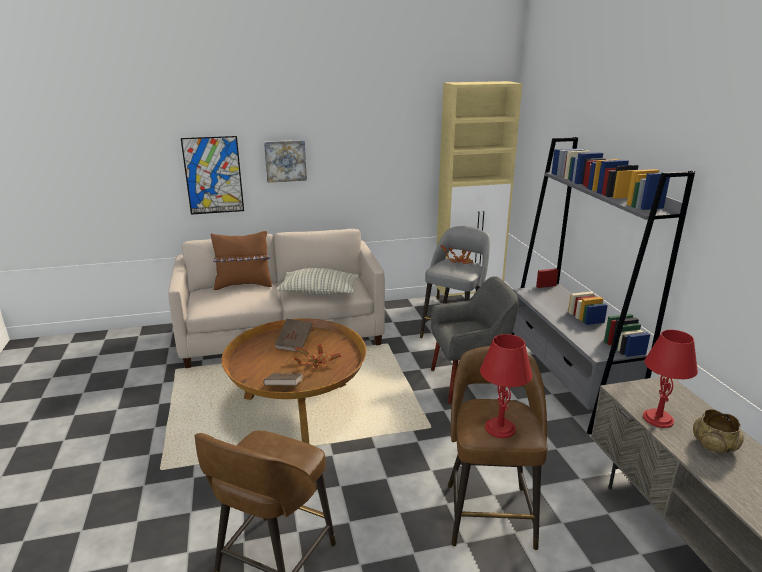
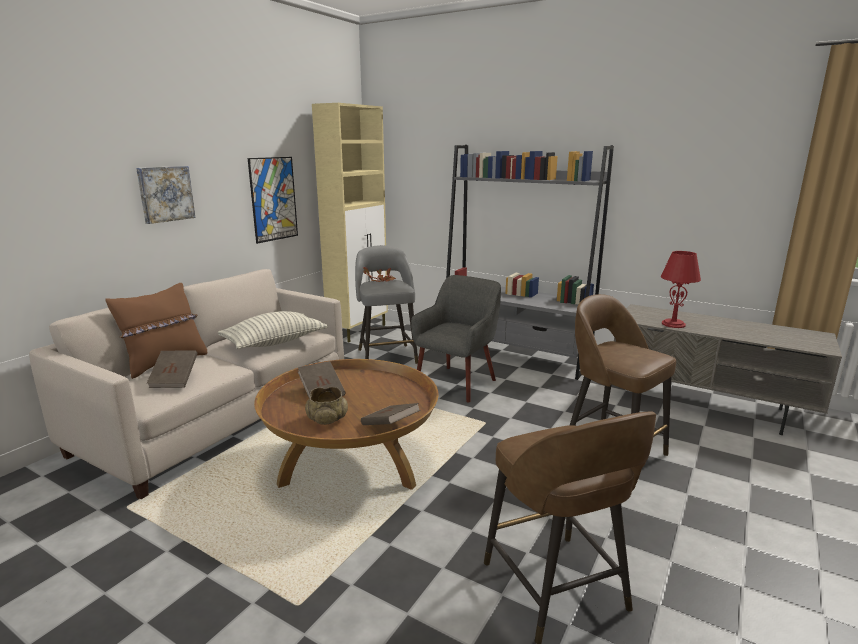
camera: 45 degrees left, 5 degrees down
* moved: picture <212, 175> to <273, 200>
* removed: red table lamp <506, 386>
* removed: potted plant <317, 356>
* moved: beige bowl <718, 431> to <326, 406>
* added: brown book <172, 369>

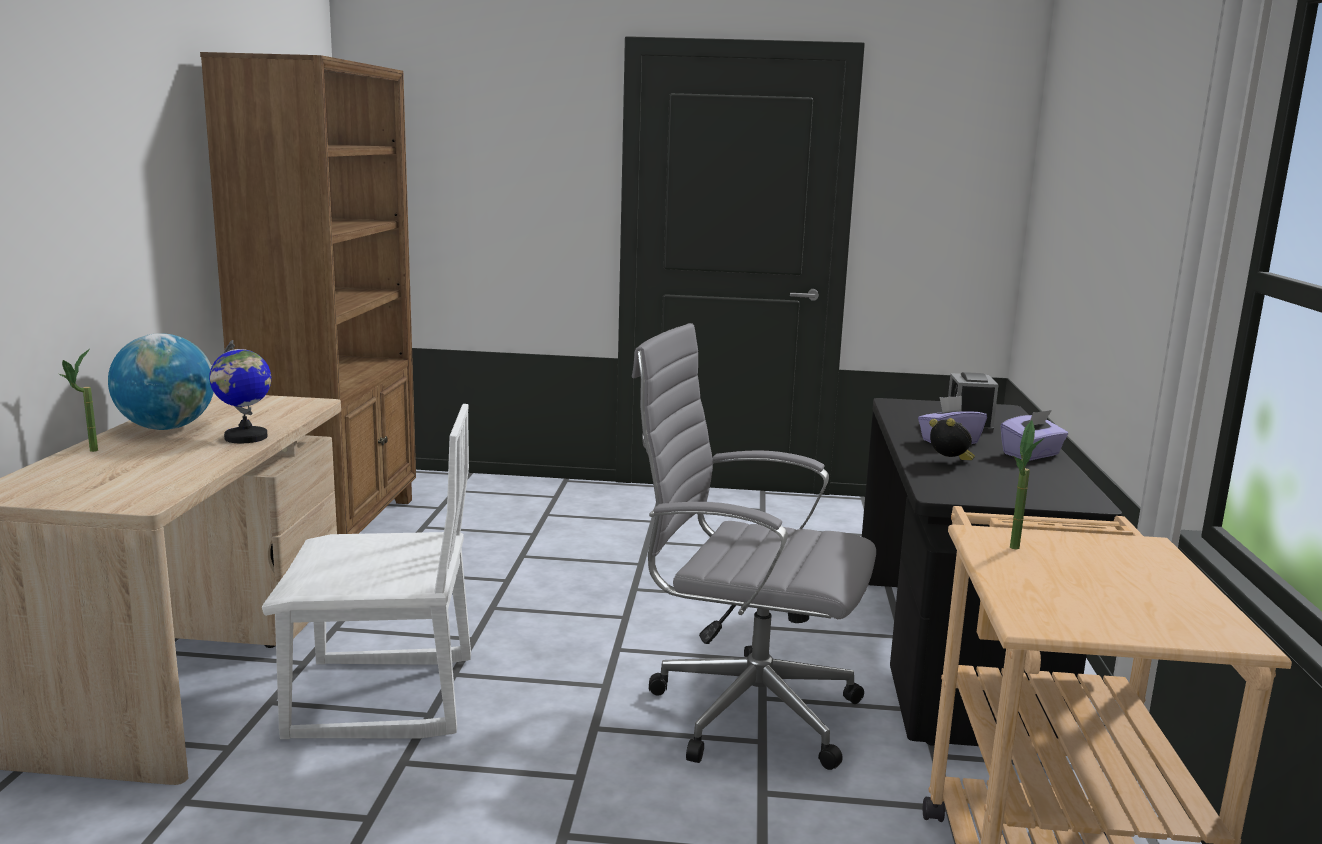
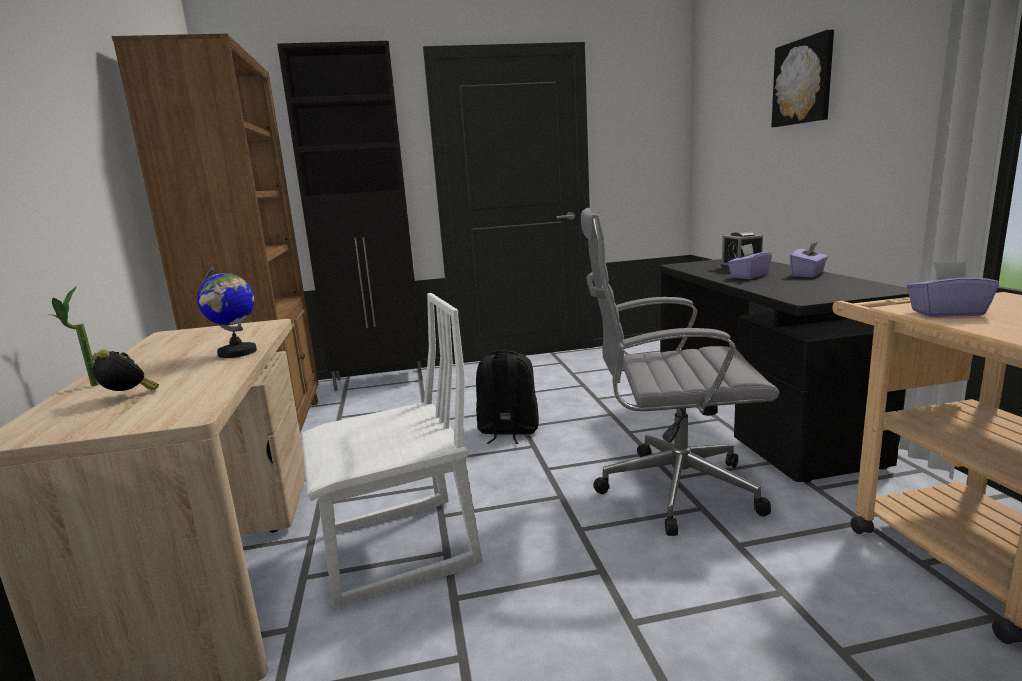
camera: 15 degrees left, 0 degrees up
* removed: globe <161, 381>
* moved: alarm clock <952, 439> to <125, 370>
* replaced: potted plant <1027, 484> to purple tissue box <953, 289>
* added: picture <802, 78>
* added: black cabinet <350, 216>
* added: black backpack <507, 397>

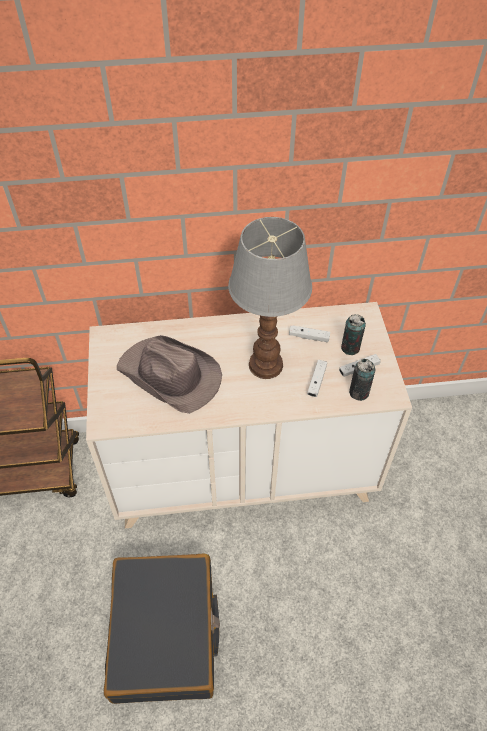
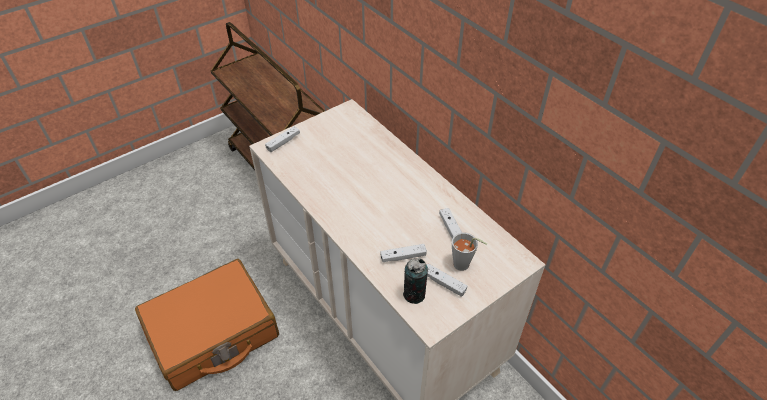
camera: 60 degrees right, 5 degrees down
* removed: table lamp <270, 298>
* replaced: can <353, 334> to grey cup <469, 252>
* removed: brown hat <169, 374>
* recoloured: black suitcase <162, 628> to orange suitcase <207, 325>
* added: white game controller <282, 139>

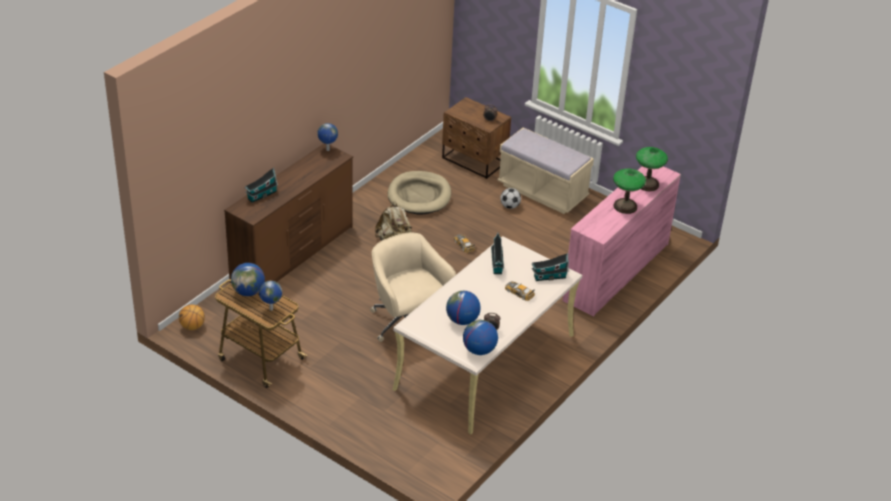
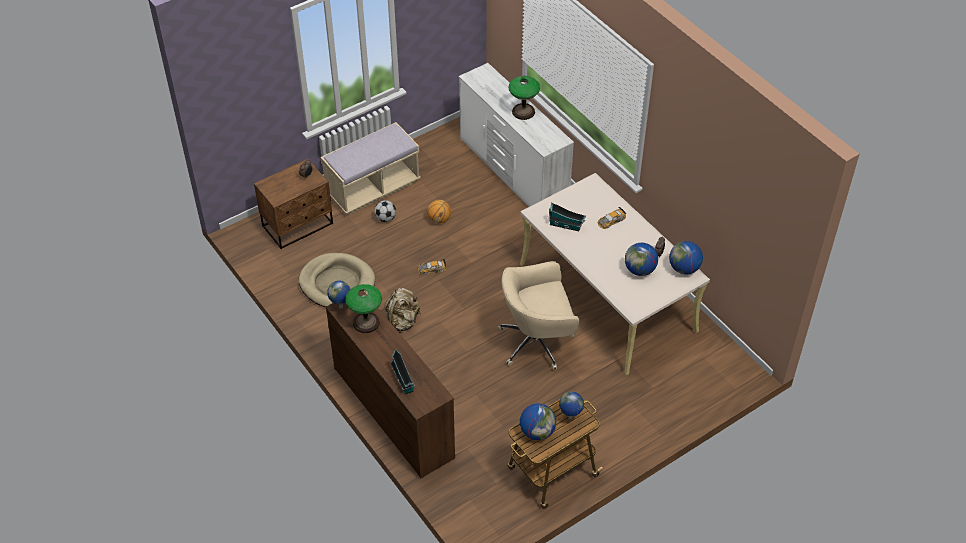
camera: 70 degrees left, 10 degrees up
* moved: table lamp <652, 169> to <364, 308>
* recoloured: pink dresser <622, 241> to white dresser <516, 135>
* removed: toy house <550, 267>
* moved: basketball <192, 317> to <439, 211>

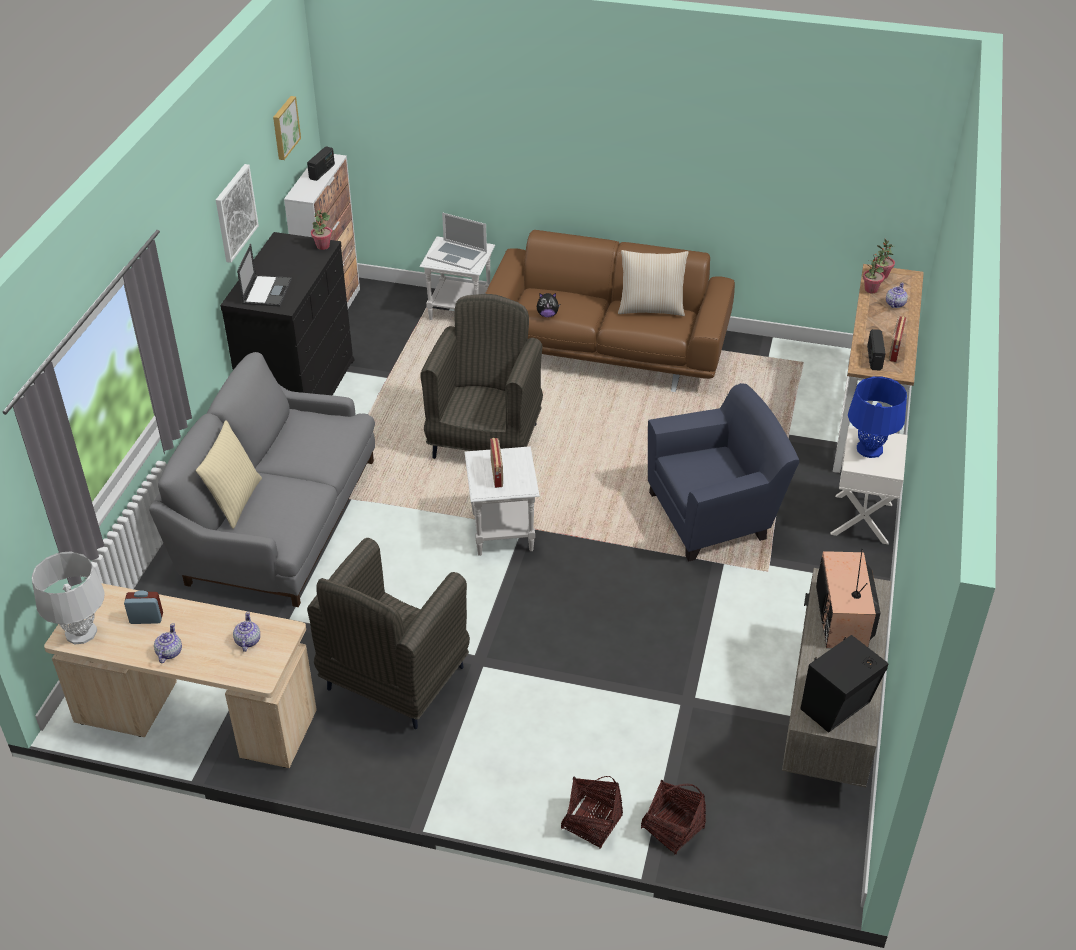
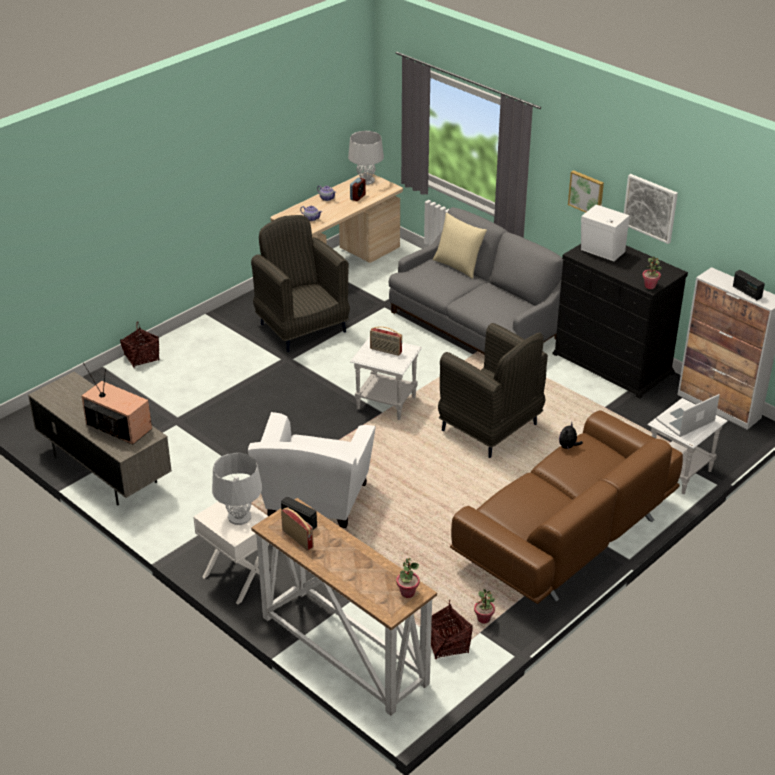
camera: 120 degrees right, 5 degrees down
* moved: picture <287, 128> to <586, 191>
* replaced: laptop <264, 275> to white speaker <605, 232>
* removed: beige pillow <653, 283>
* moved: potted plant <874, 273> to <484, 606>
* removed: teapot <897, 295>
* recoloured: blue table lamp <877, 417> to grey table lamp <237, 488>
* recoloured: blue armchair <723, 472> to white armchair <311, 470>
* removed: black speaker <844, 684>
* moved: basket <673, 817> to <452, 629>

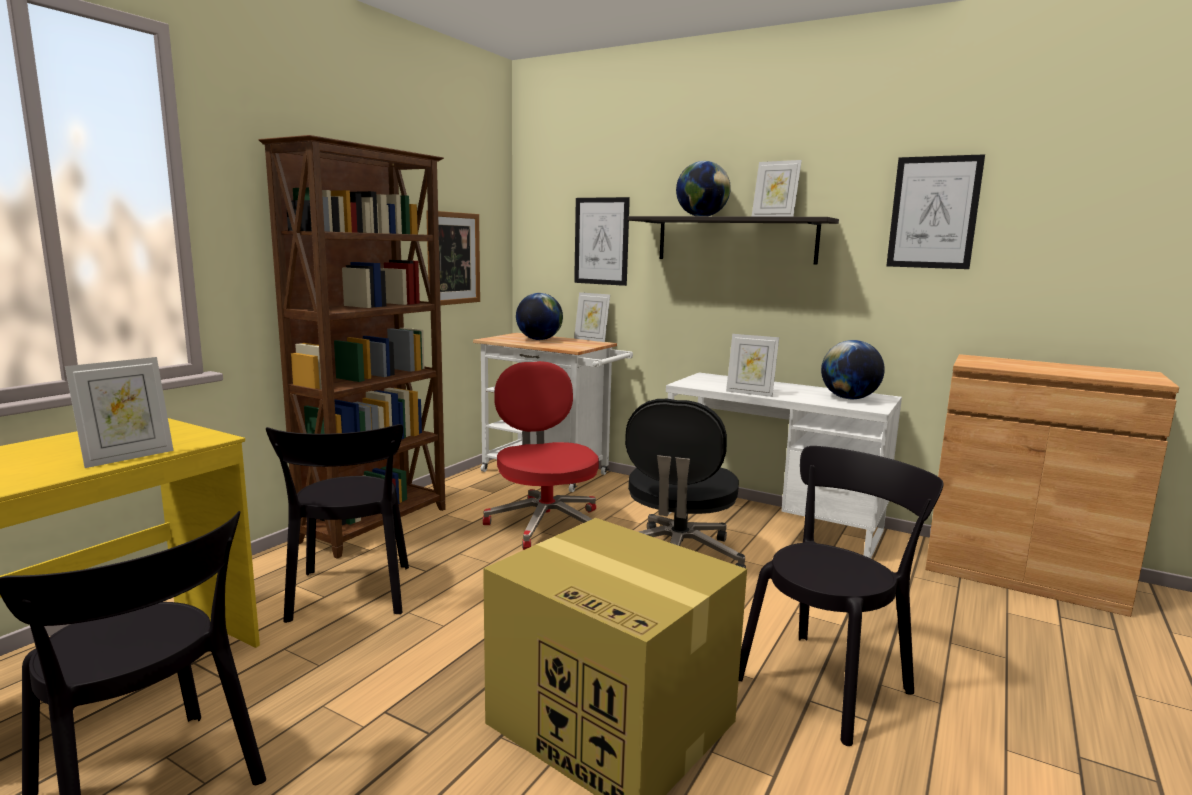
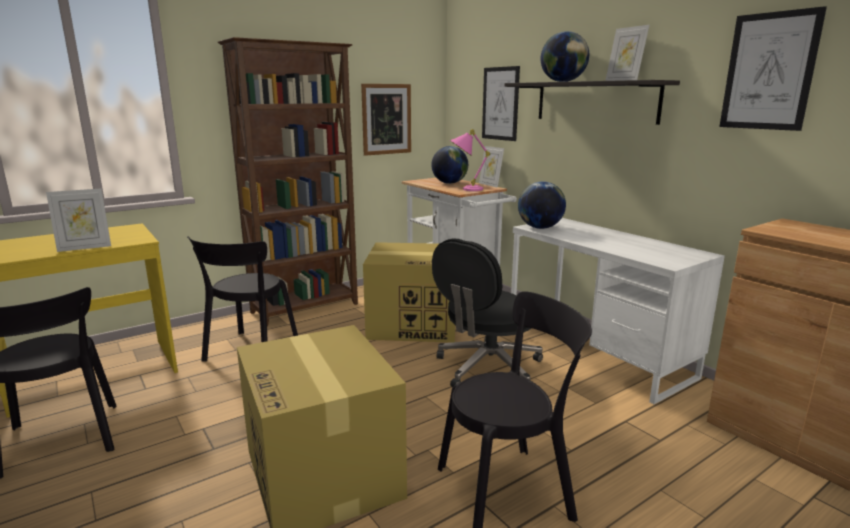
camera: 25 degrees right, 5 degrees up
* removed: picture frame <752, 365>
* moved: globe <853, 369> to <542, 205>
* replaced: red office chair <541, 455> to cardboard box <409, 292>
* added: pink table lamp <470, 160>

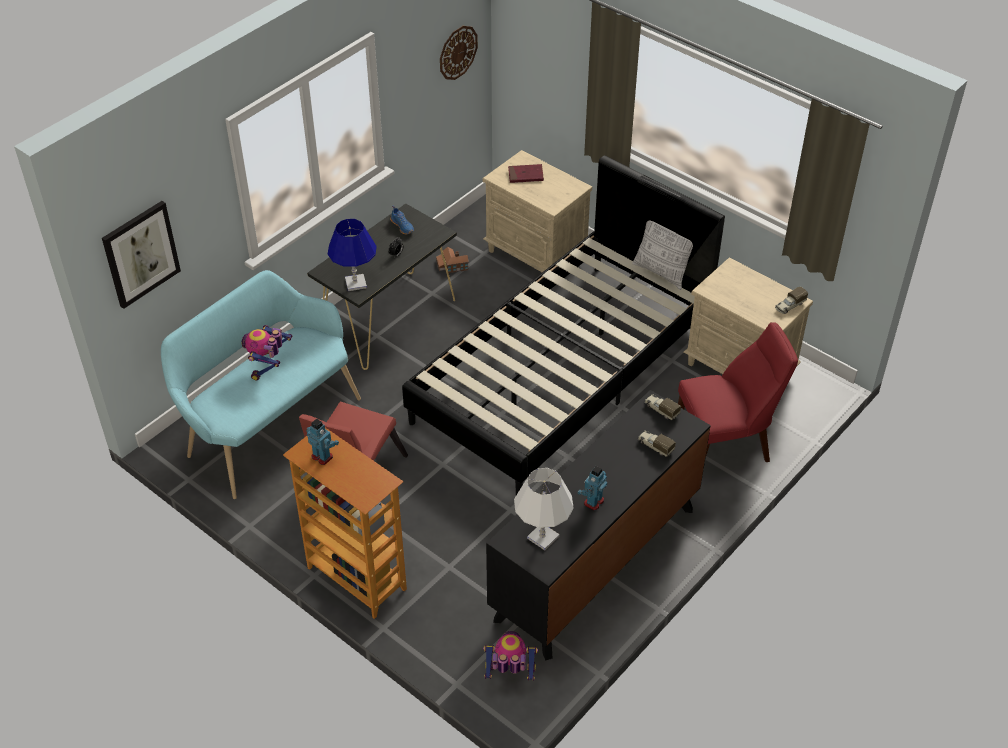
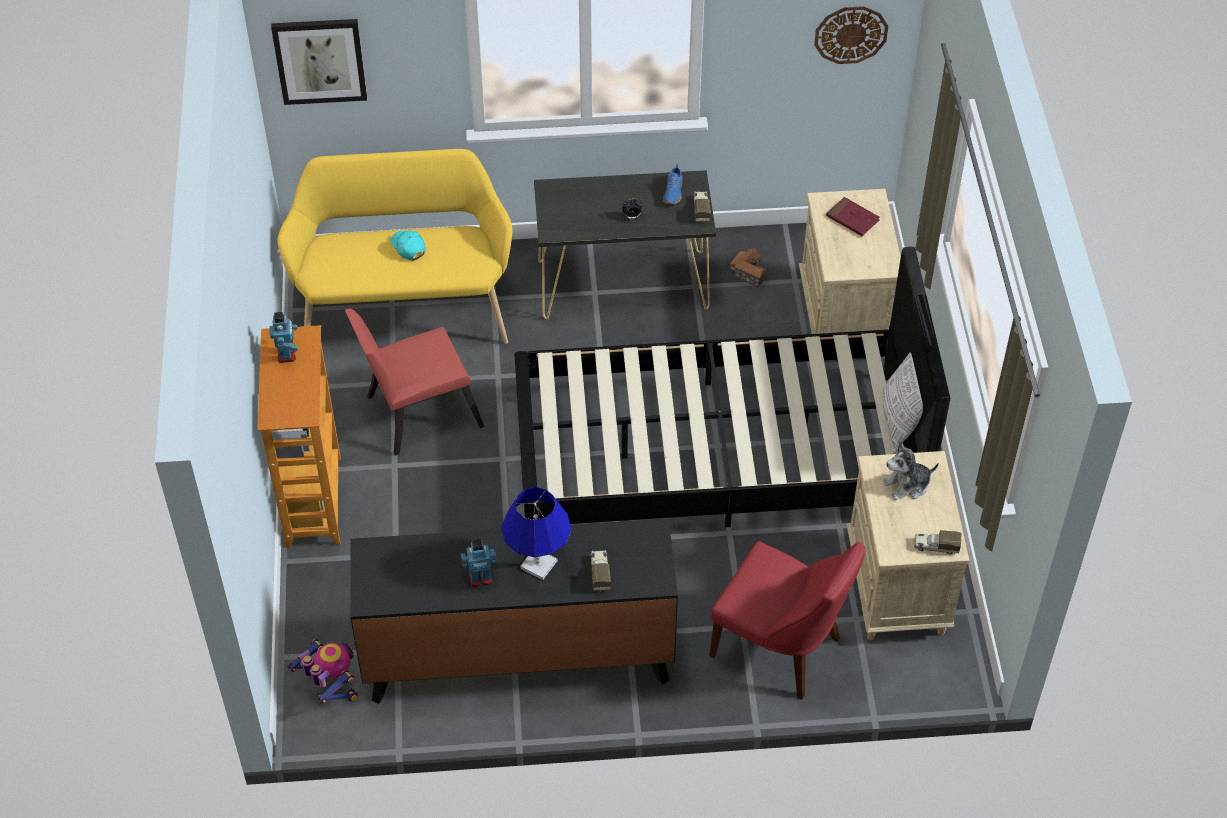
camera: 45 degrees right, 5 degrees up
* moved: blue table lamp <352, 255> to <536, 533>
* recoloured: turquoise bench <261, 384> to yellow bench <395, 246>
* replaced: toy robot <267, 352> to turquoise cap <408, 245>
* moved: toy truck <662, 407> to <701, 207>
* removed: white table lamp <544, 509>
* added: plush toy <911, 470>

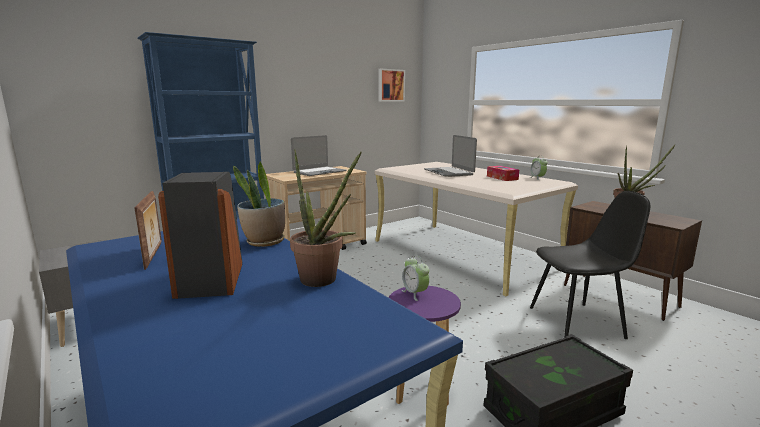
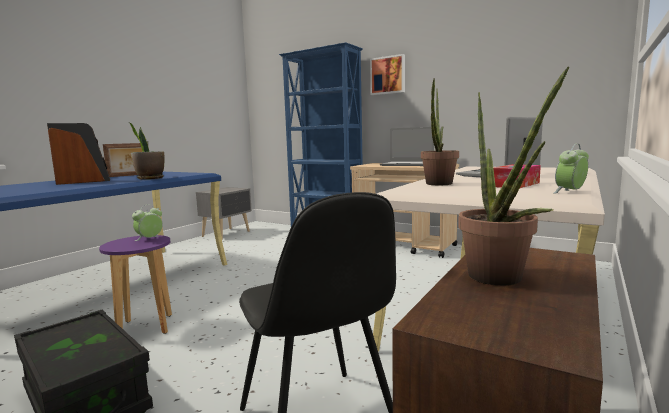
camera: 70 degrees right, 5 degrees down
* moved: picture <391, 85> to <387, 74>
* moved: potted plant <326, 218> to <440, 131>

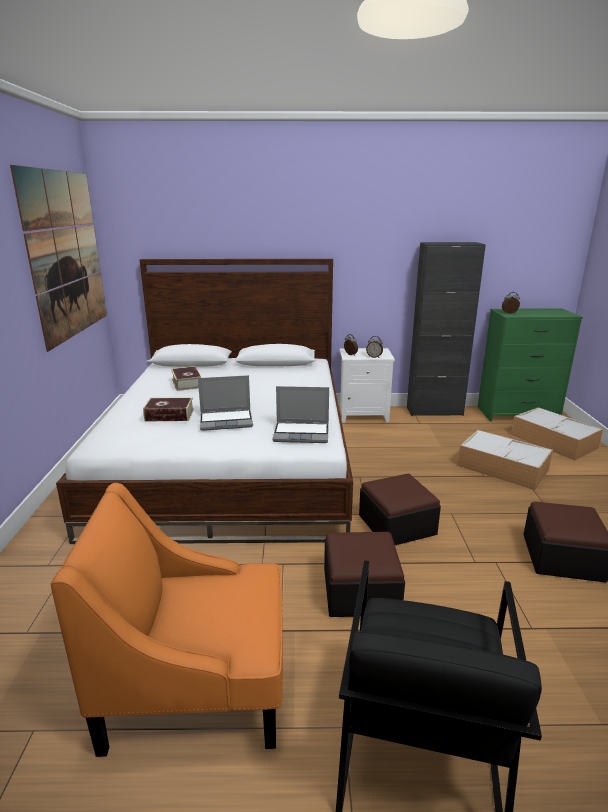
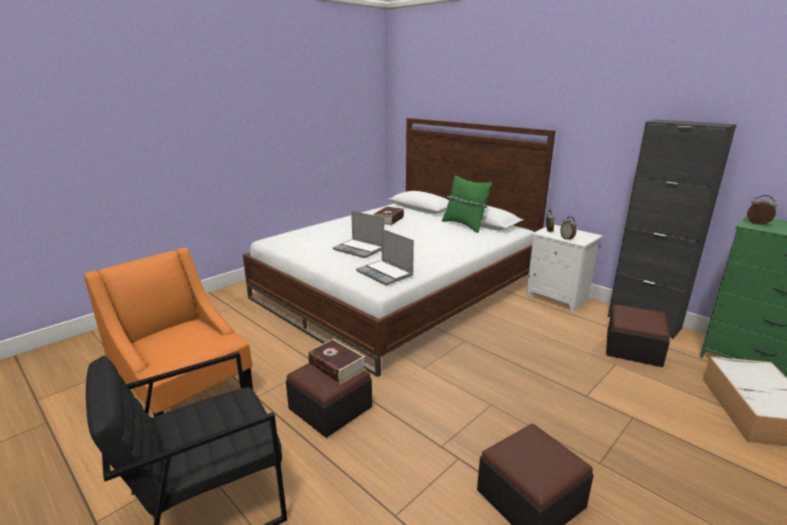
camera: 45 degrees right, 0 degrees up
* removed: picture <58, 258>
* moved: book <168, 409> to <337, 362>
* removed: storage box <505, 460>
* moved: ottoman <400, 509> to <638, 336>
* added: green pillow <467, 204>

